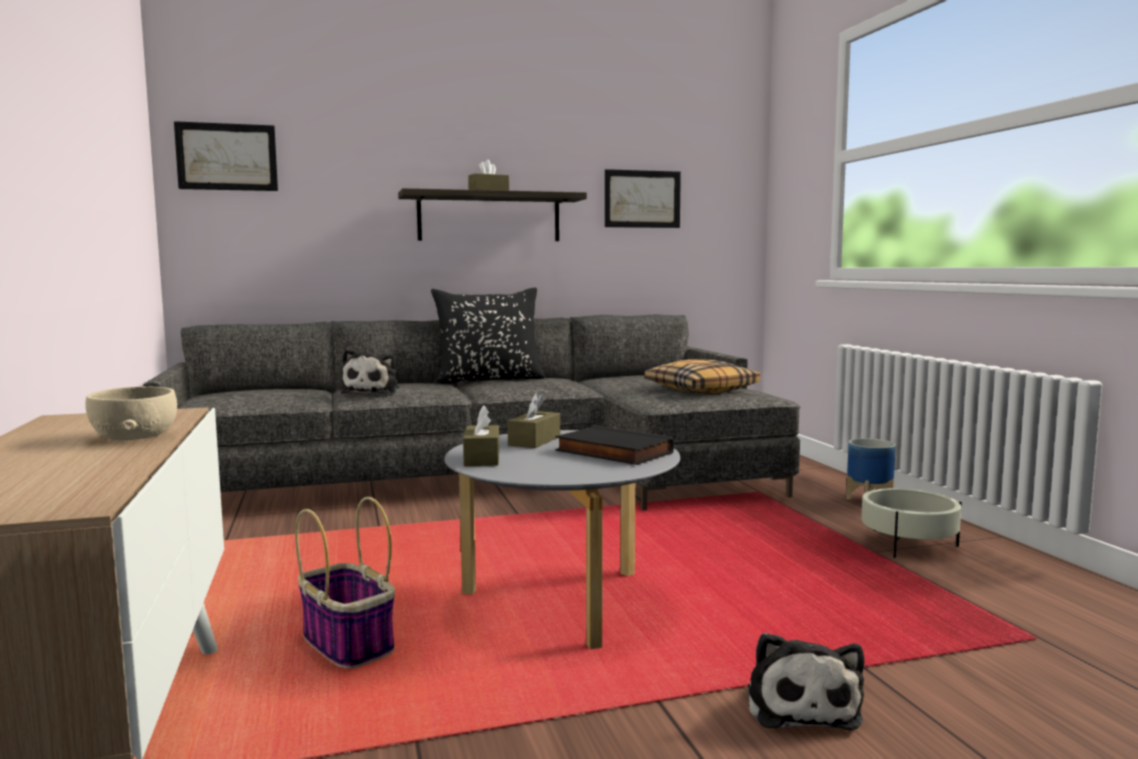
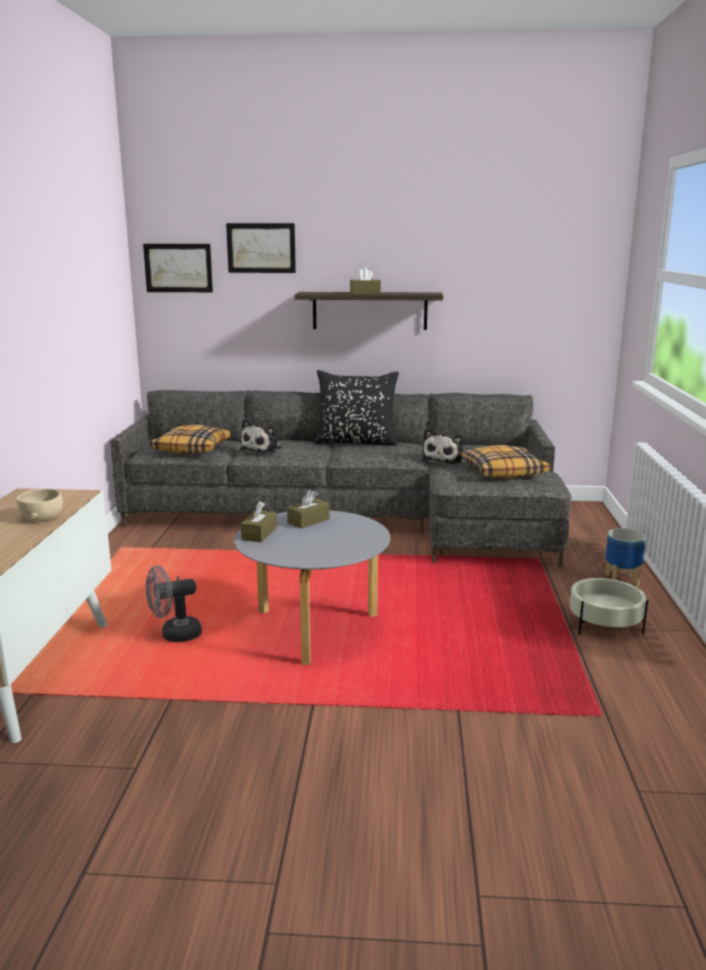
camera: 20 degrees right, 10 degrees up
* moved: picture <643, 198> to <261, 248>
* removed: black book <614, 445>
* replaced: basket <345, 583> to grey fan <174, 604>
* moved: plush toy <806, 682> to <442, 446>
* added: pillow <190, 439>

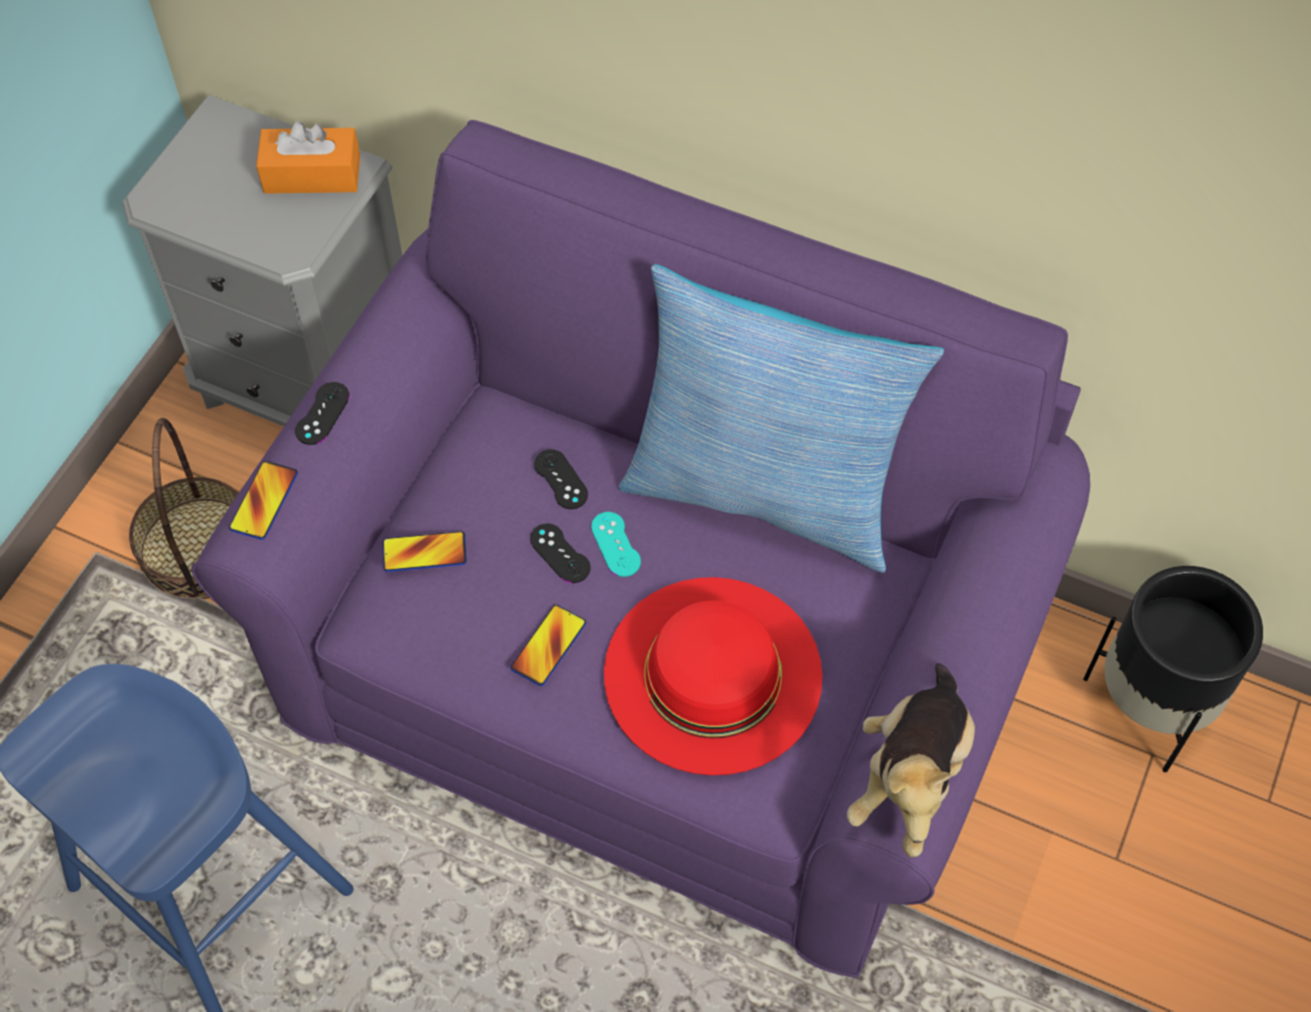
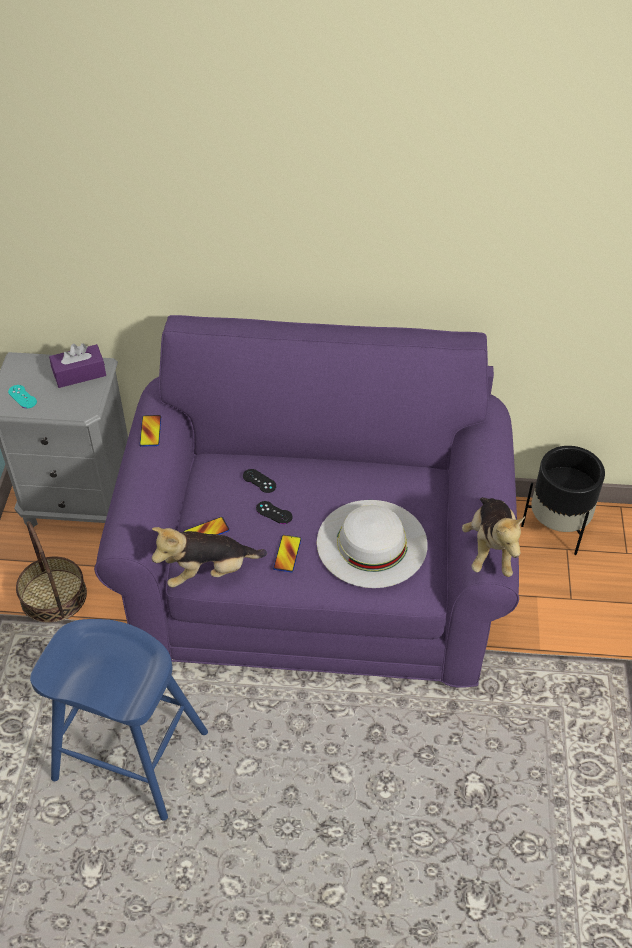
camera: 20 degrees left, 10 degrees down
* recoloured: orange tissue box <308, 157> to purple tissue box <77, 365>
* removed: pillow <781, 418>
* removed: black game controller <322, 413>
* moved: phone <263, 500> to <150, 431>
* moved: turquoise game controller <616, 544> to <22, 396>
* recoloured: red hat <713, 676> to white hat <372, 544>
* added: plush toy <209, 557>

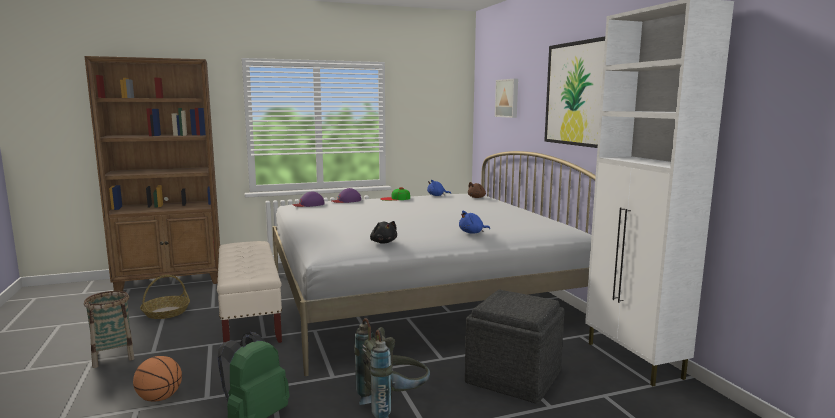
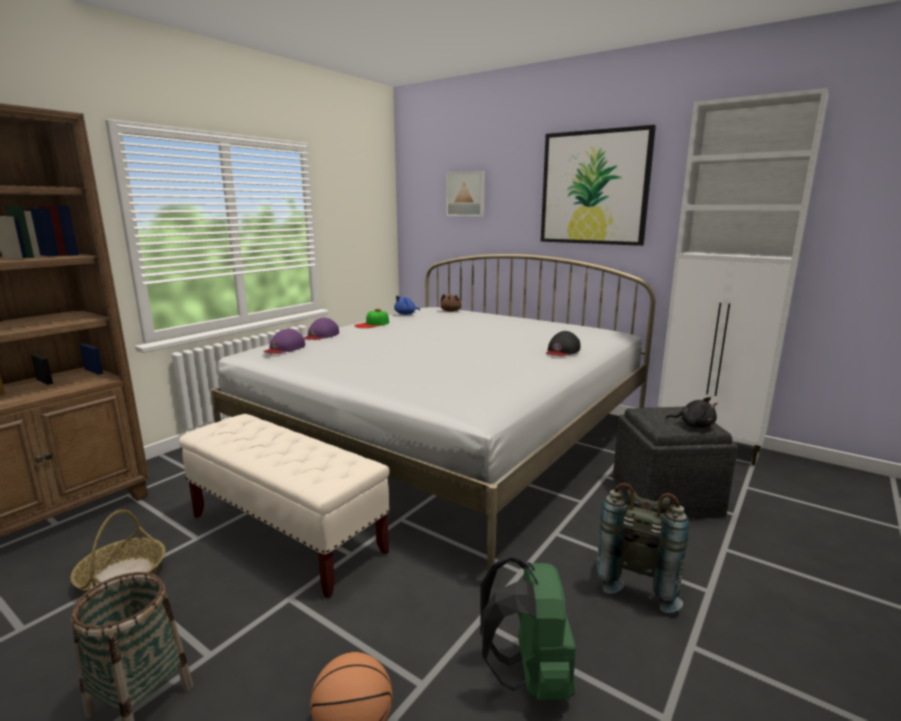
camera: 35 degrees left, 5 degrees up
* replaced: blue plush toy <474, 222> to black cap <563, 343>
* moved: black plush toy <383, 232> to <692, 412>

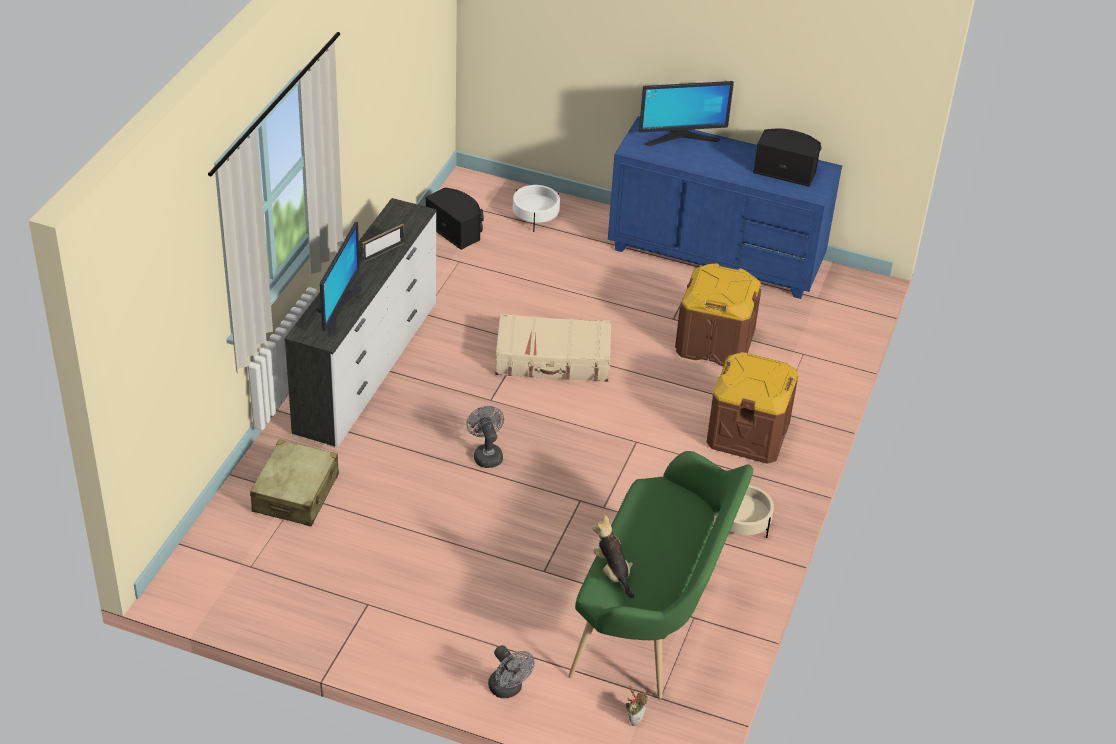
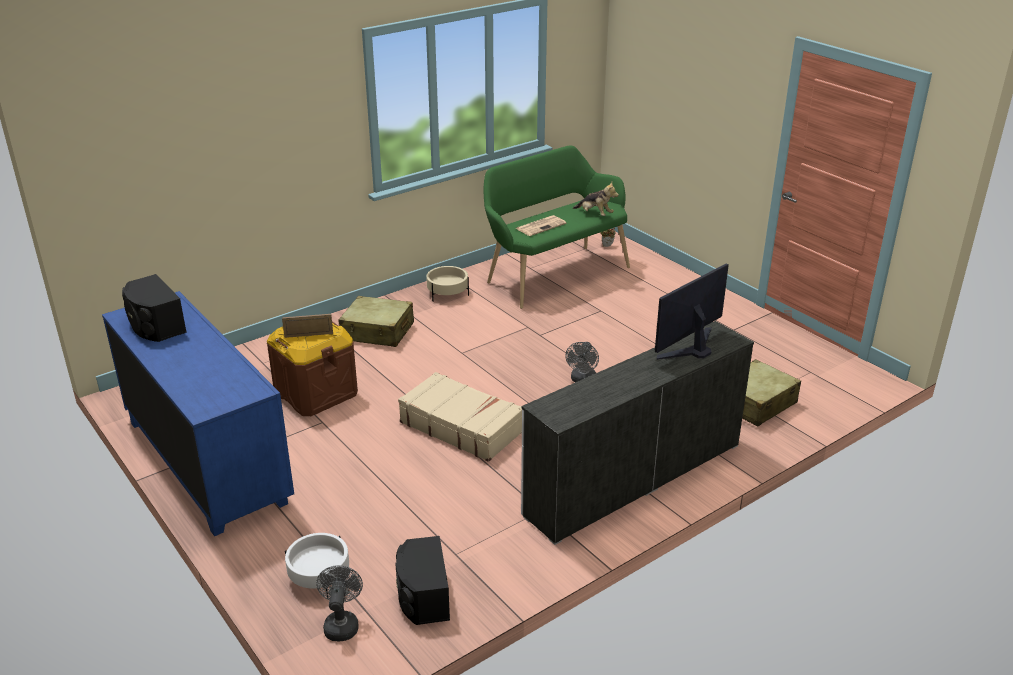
camera: 145 degrees left, 10 degrees down
* removed: monitor <686, 113>
* moved: picture frame <383, 243> to <307, 326>
* replaced: brown storage box <752, 408> to beige suitcase <376, 321>
* turned: plush toy <613, 557> = <596, 199> 60 degrees counterclockwise
* moved: grey fan <511, 671> to <339, 603>
* added: newspaper <541, 225>

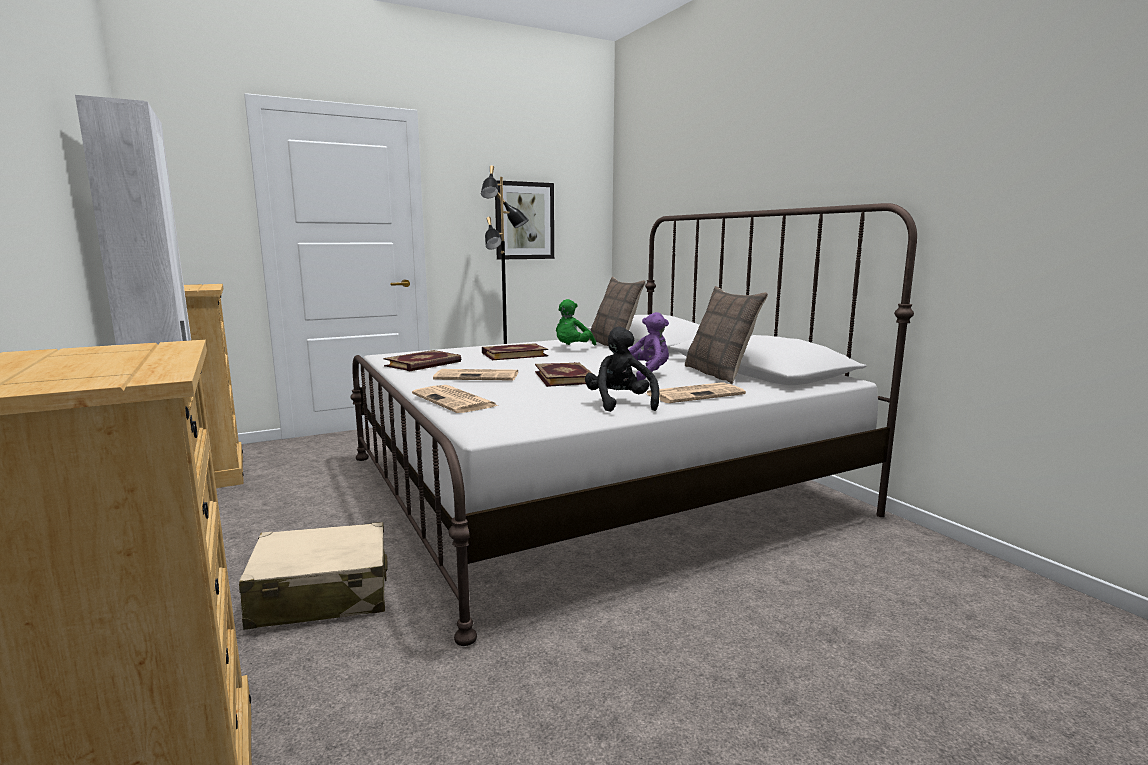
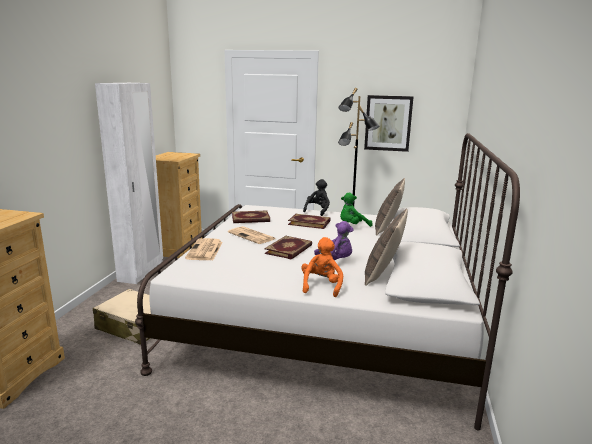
camera: 40 degrees right, 5 degrees up
* moved: black plush toy <622, 369> to <316, 197>
* replaced: newspaper <696, 392> to orange plush toy <322, 267>

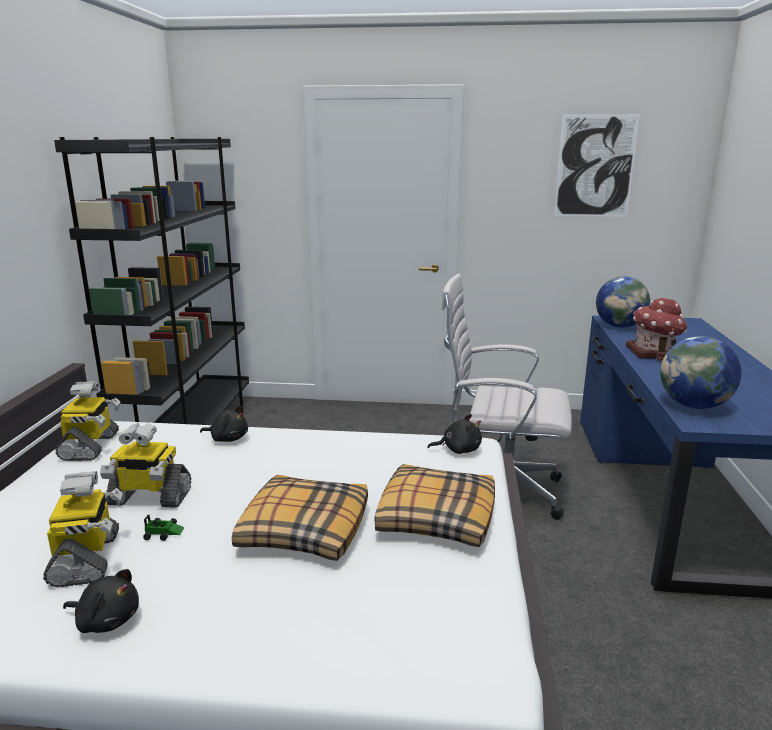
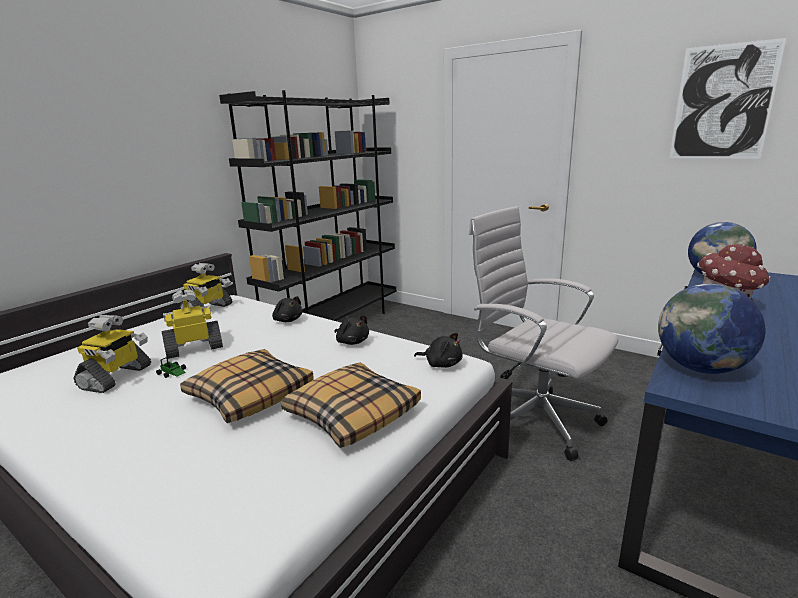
camera: 30 degrees right, 0 degrees up
* turned: toy robot <145, 465> = <192, 324> 120 degrees clockwise
* moved: black plush toy <101, 601> to <352, 330>

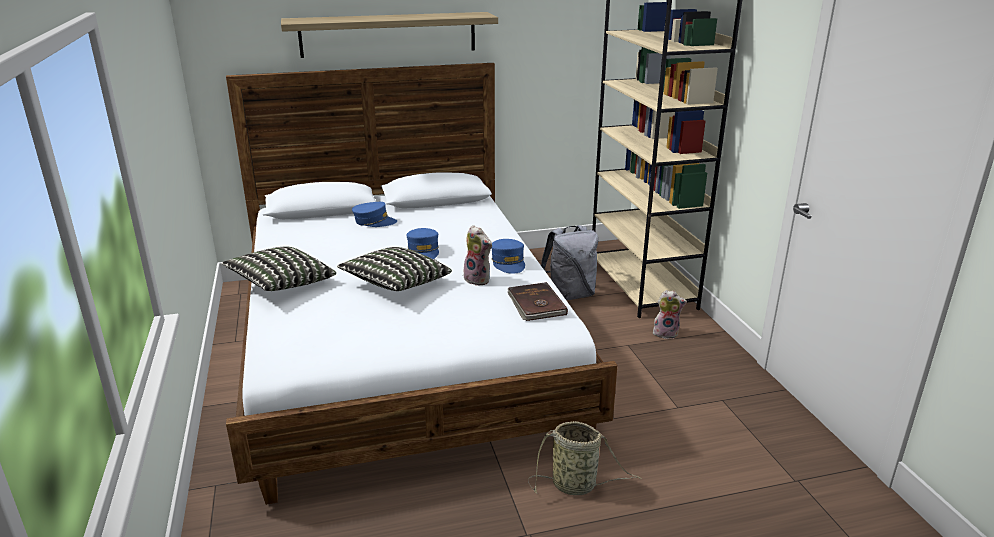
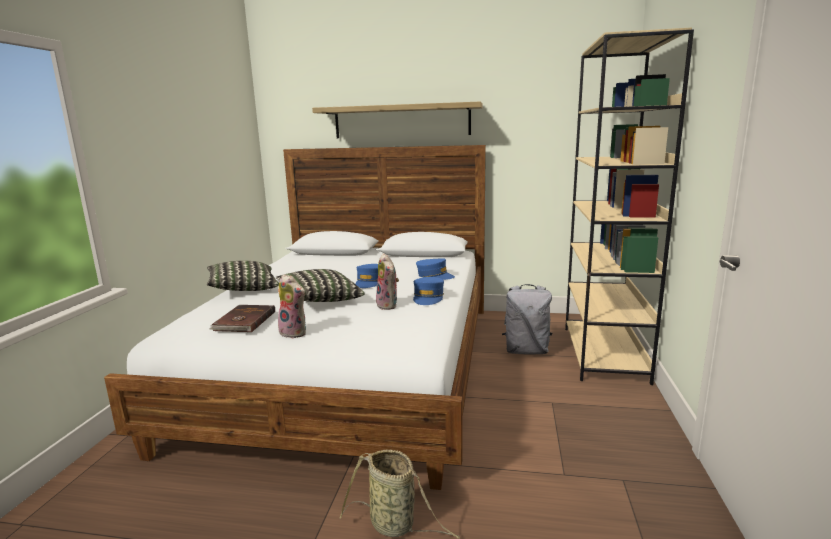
camera: 25 degrees right, 10 degrees down
* moved: blue cap <374, 214> to <435, 269>
* moved: brown book <537, 301> to <242, 318>
* moved: plush toy <670, 314> to <292, 306>

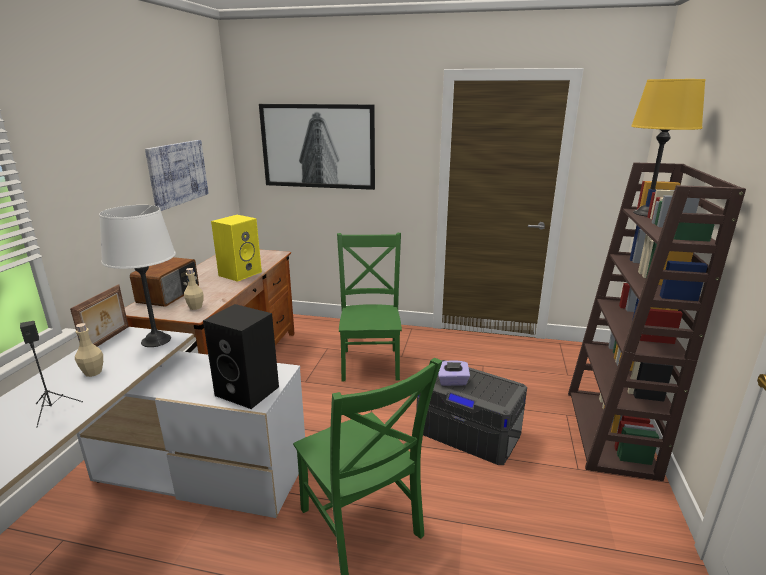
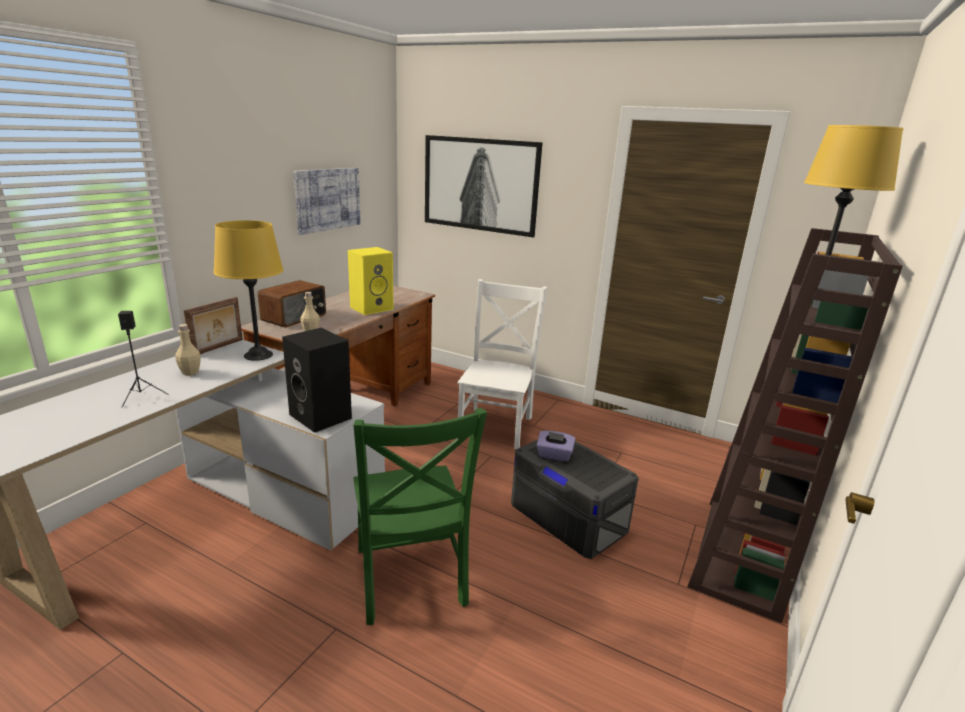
camera: 15 degrees right, 0 degrees up
* recoloured: white table lamp <137, 276> to yellow table lamp <248, 290>
* recoloured: green chair <369, 307> to white chair <502, 364>

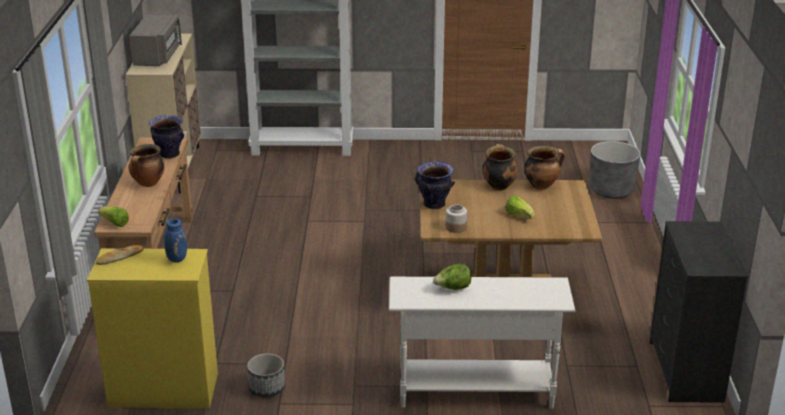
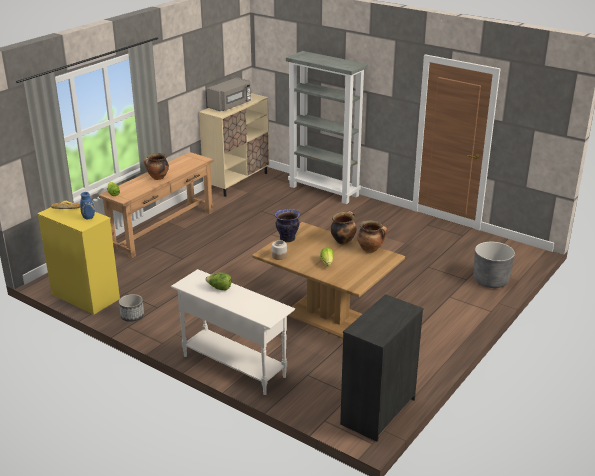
camera: 35 degrees right, 0 degrees up
* removed: vase <166, 137>

